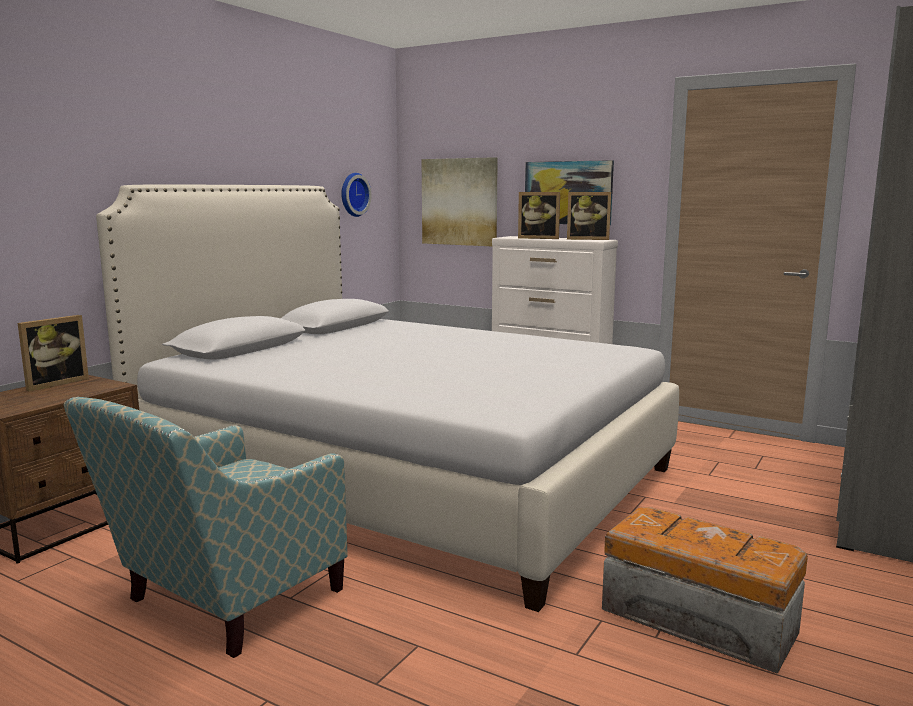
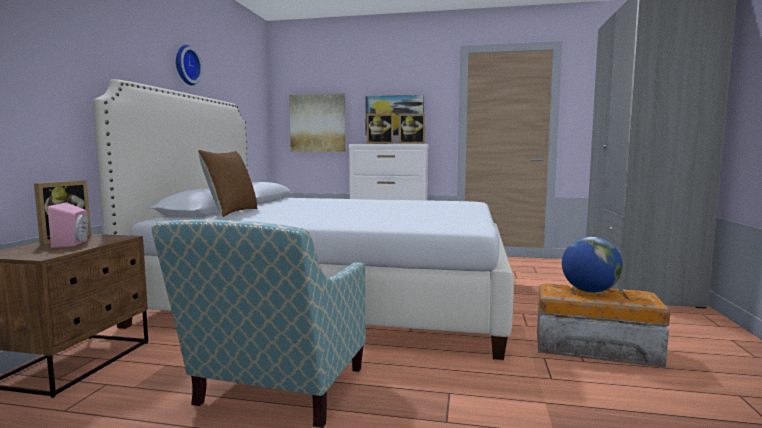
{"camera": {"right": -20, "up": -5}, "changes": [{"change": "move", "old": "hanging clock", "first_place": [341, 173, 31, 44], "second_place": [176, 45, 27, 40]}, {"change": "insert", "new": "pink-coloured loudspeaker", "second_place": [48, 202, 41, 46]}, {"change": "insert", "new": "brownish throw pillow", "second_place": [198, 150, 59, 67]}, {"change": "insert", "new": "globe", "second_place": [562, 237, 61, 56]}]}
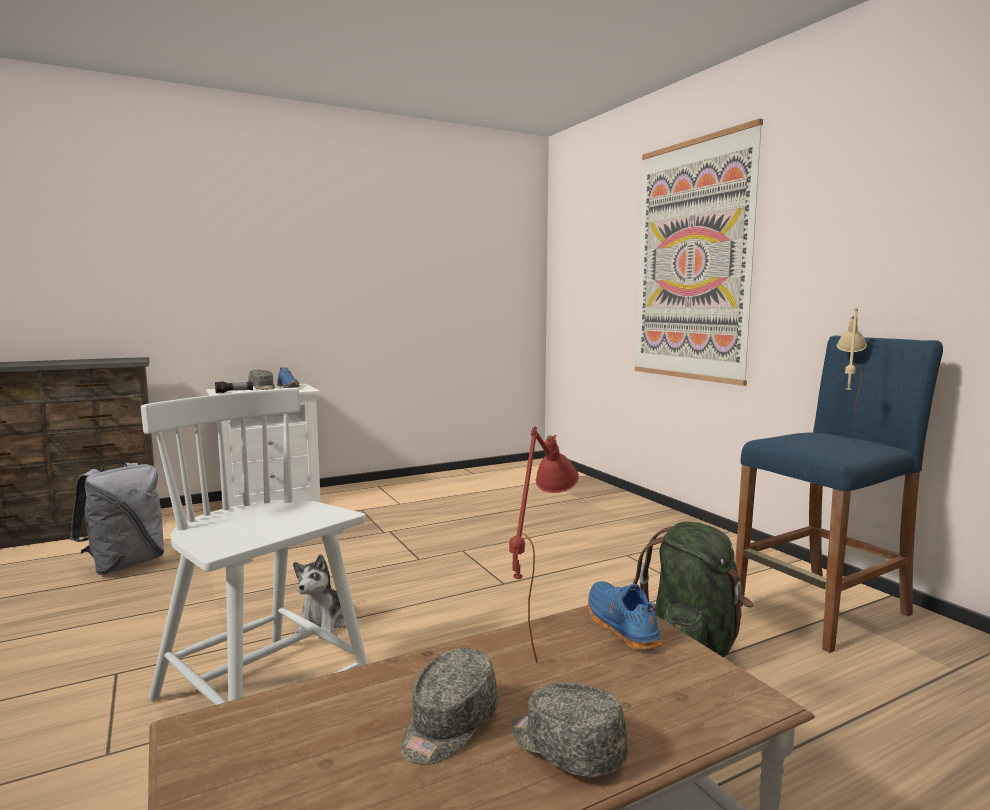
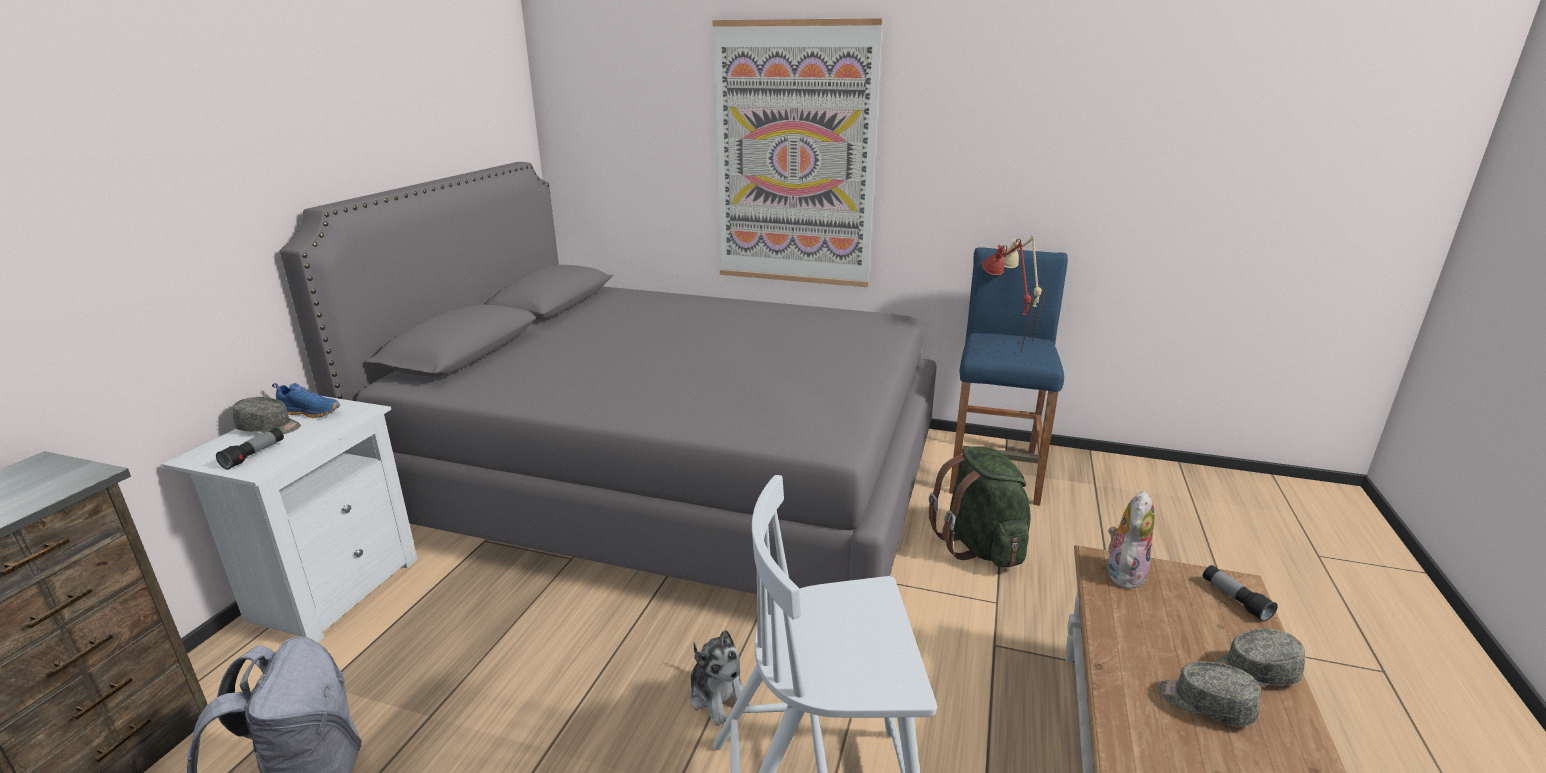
{"camera": {"right": -45, "up": 15}, "changes": [{"change": "rotate", "old": "gray cap", "first_place": [401, 648, 97, 117], "second_place": [1158, 661, 103, 66], "degrees": 135}, {"change": "move", "old": "red table lamp", "first_place": [509, 427, 70, 236], "second_place": [982, 242, 51, 112]}, {"change": "replace", "old": "bluish shoe", "new": "plush toy", "first_place": [588, 581, 74, 68], "second_place": [1108, 490, 47, 99]}, {"change": "insert", "new": "gray bedroom bed", "second_place": [280, 162, 657, 432]}, {"change": "insert", "new": "hand torch", "second_place": [1203, 565, 75, 57]}]}
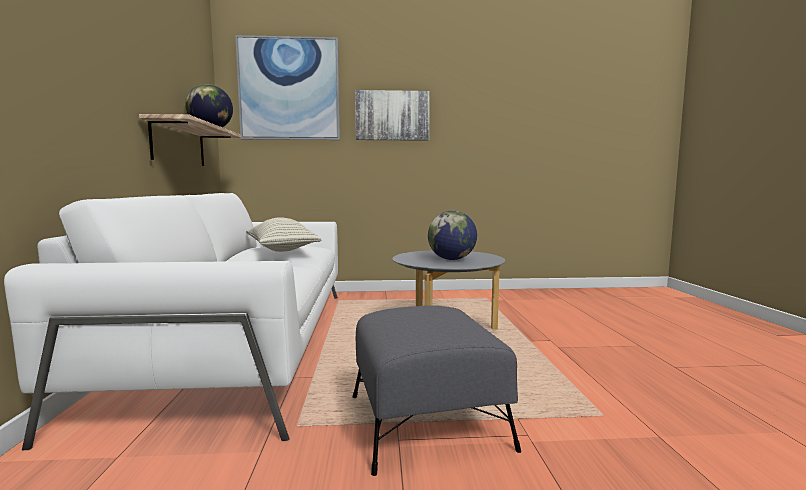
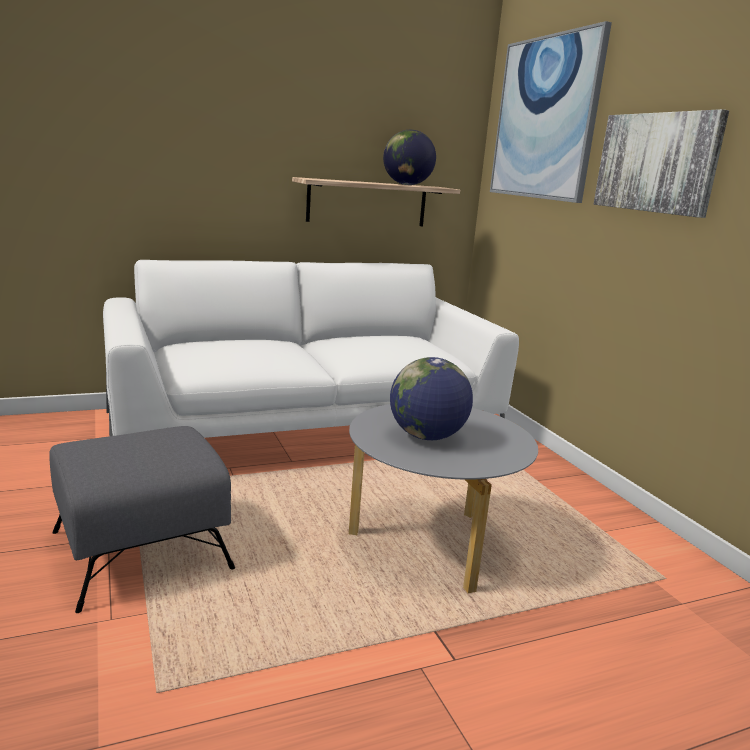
{"camera": {"right": 70, "up": 10}, "changes": [{"change": "delete", "old": "throw pillow", "first_place": [246, 217, 76, 35]}]}
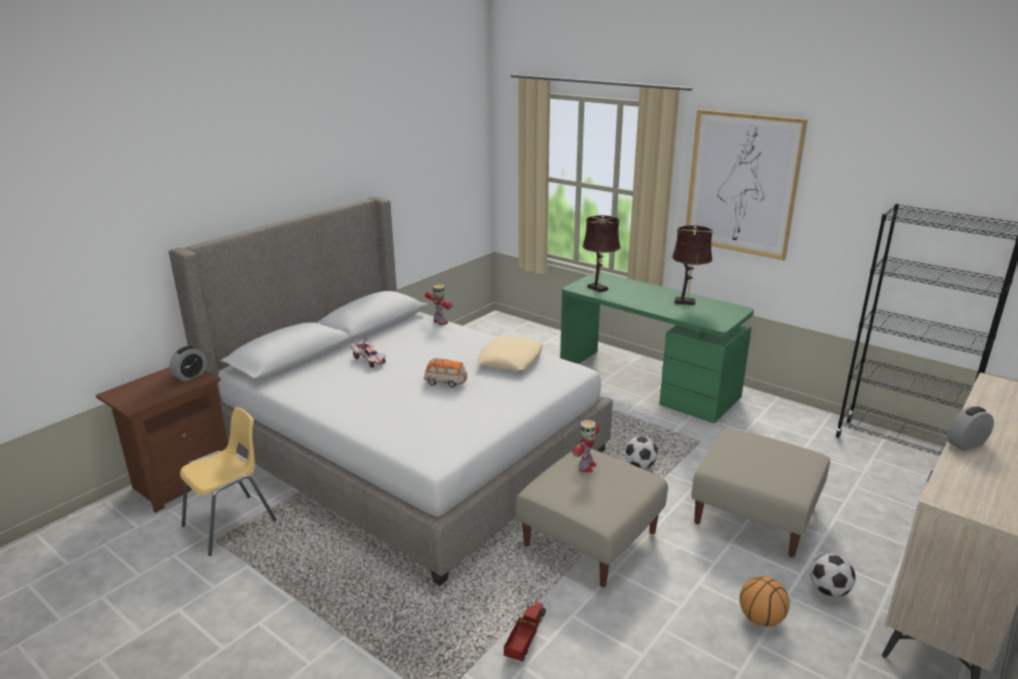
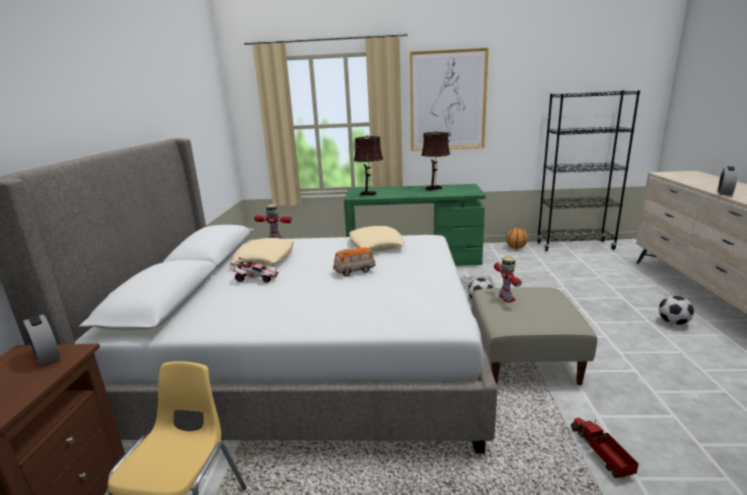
{"camera": {"right": -35, "up": -5}, "changes": [{"change": "rotate", "old": "alarm clock", "first_place": [169, 346, 38, 35], "second_place": [23, 314, 38, 52], "degrees": 135}, {"change": "delete", "old": "beige-coloured pouffe", "first_place": [692, 428, 138, 130]}, {"change": "move", "old": "basketball", "first_place": [740, 576, 50, 50], "second_place": [506, 228, 22, 21]}, {"change": "insert", "new": "beige-coloured throw pillow", "second_place": [231, 238, 62, 28]}]}
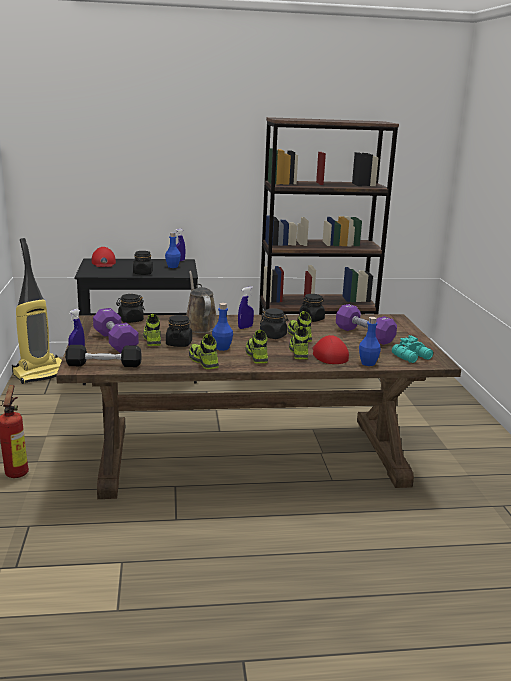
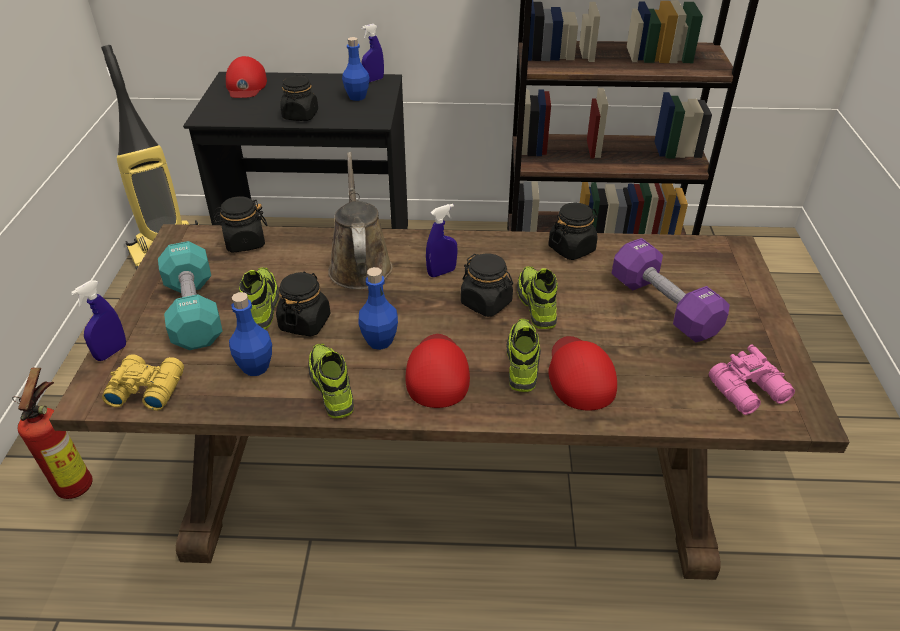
{"camera": {"right": 10, "up": 20}, "changes": [{"change": "replace", "old": "blackish dumbbell", "new": "yellow binoculars", "first_place": [65, 345, 77, 22], "second_place": [102, 354, 82, 57]}, {"change": "recolor", "old": "purplish dumbbell", "new": "blue-green dumbbell", "first_place": [93, 308, 46, 45], "second_place": [158, 241, 64, 109]}, {"change": "replace", "old": "shoe", "new": "red cap", "first_place": [245, 330, 23, 34], "second_place": [406, 334, 64, 74]}, {"change": "move", "old": "bluish beverage bottle", "first_place": [359, 317, 22, 49], "second_place": [229, 292, 43, 84]}, {"change": "recolor", "old": "blue-green binoculars", "new": "pink-coloured binoculars", "first_place": [392, 335, 41, 28], "second_place": [709, 344, 86, 71]}]}
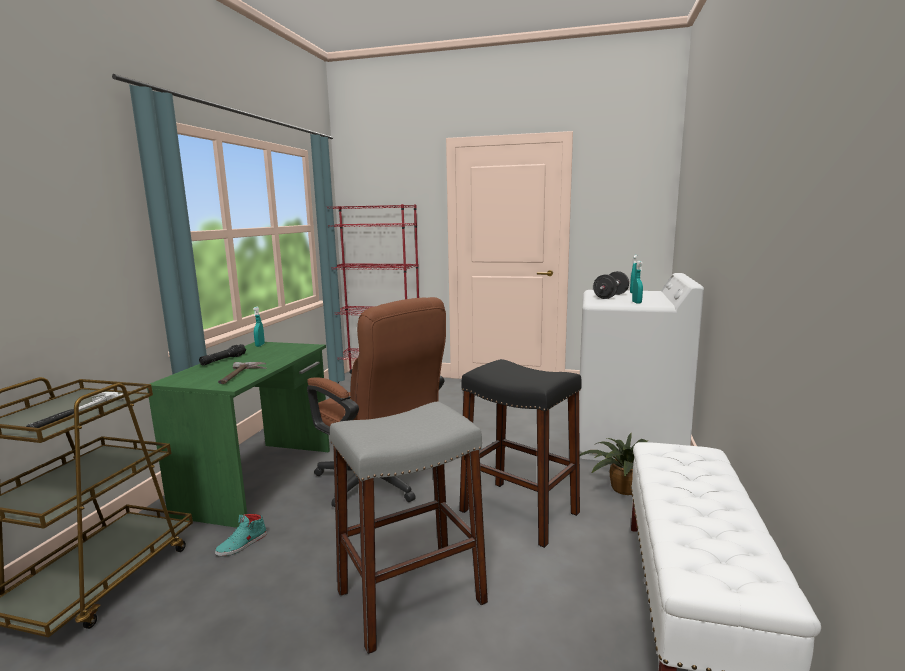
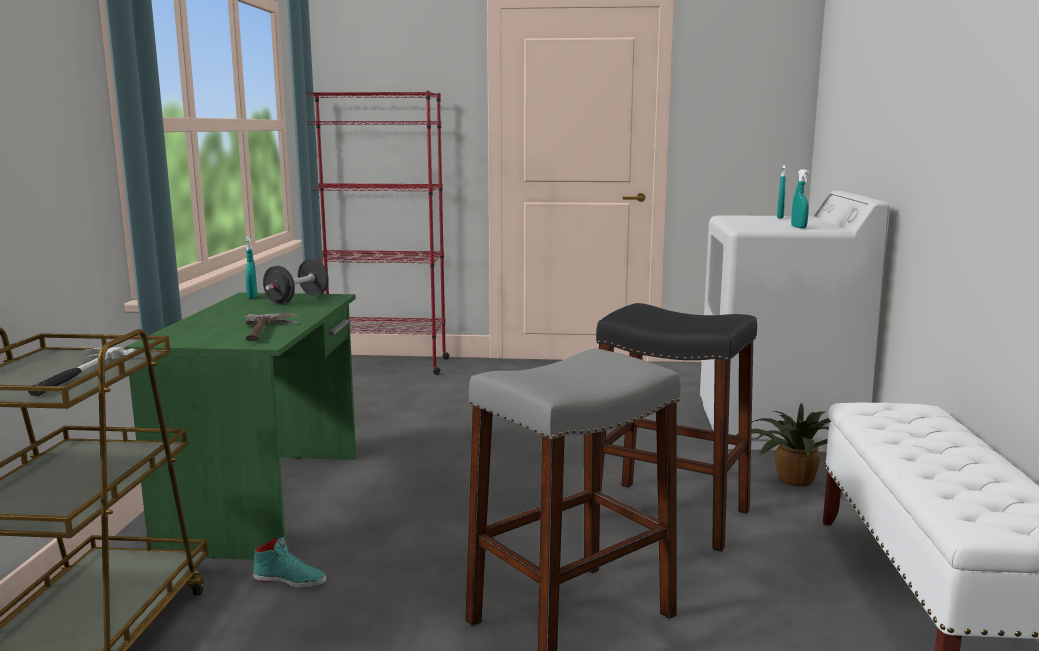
{"camera": {"right": -10, "up": 0}, "changes": [{"change": "delete", "old": "blackish hand torch", "first_place": [199, 344, 47, 22]}, {"change": "rotate", "old": "blue-green shoe", "first_place": [215, 514, 52, 42], "second_place": [253, 536, 73, 52], "degrees": -105}, {"change": "delete", "old": "brownish desk chair", "first_place": [307, 297, 139, 210]}, {"change": "move", "old": "blackish dumbbell", "first_place": [593, 271, 36, 28], "second_place": [263, 259, 66, 45]}]}
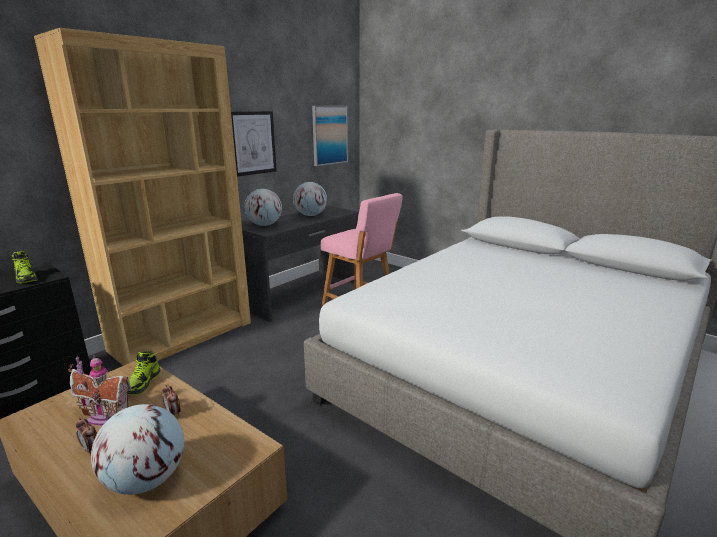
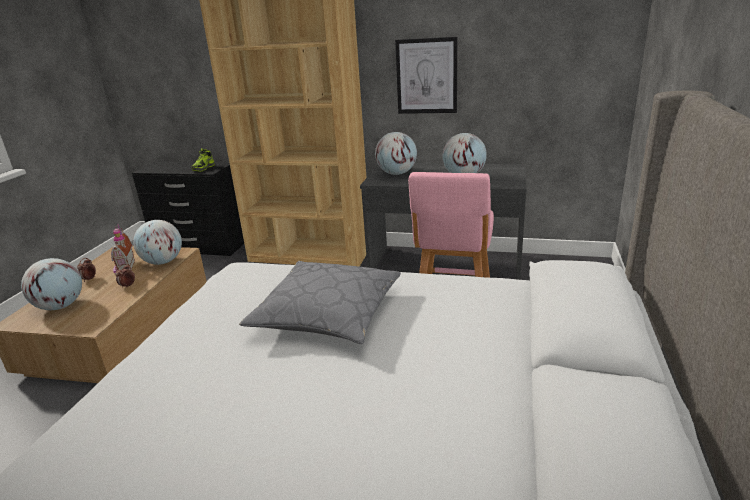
{"camera": {"right": 65, "up": 5}, "changes": [{"change": "replace", "old": "shoe", "new": "globe", "first_place": [128, 351, 33, 44], "second_place": [133, 220, 49, 45]}, {"change": "delete", "old": "wall art", "first_place": [312, 106, 36, 60]}, {"change": "insert", "new": "gray throw pillow", "second_place": [240, 261, 161, 83]}]}
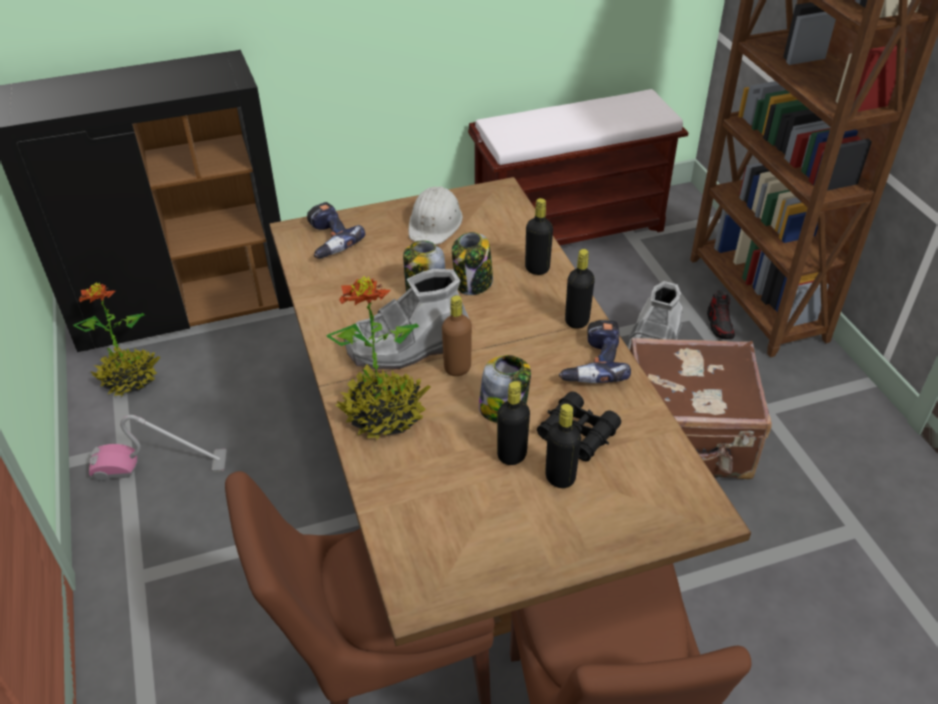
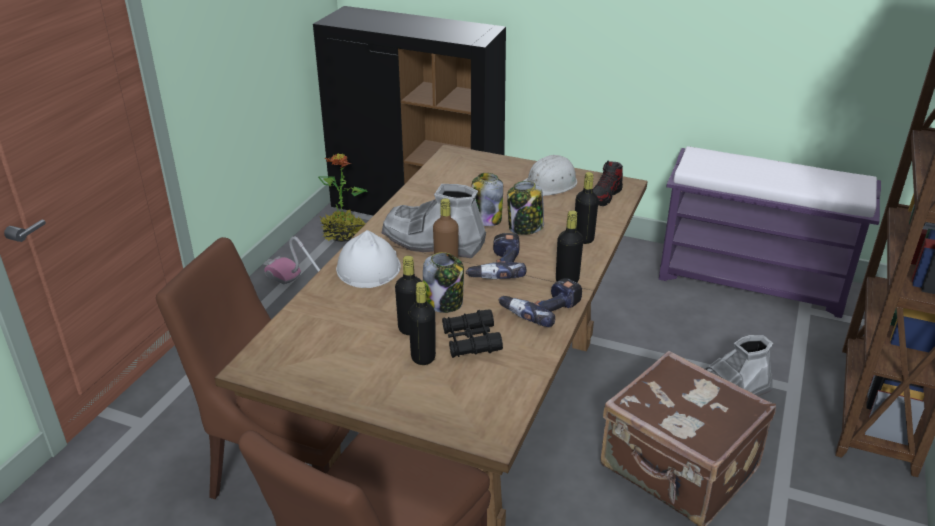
{"camera": {"right": 40, "up": -10}, "changes": [{"change": "move", "old": "power drill", "first_place": [307, 202, 58, 57], "second_place": [466, 233, 60, 46]}, {"change": "replace", "old": "potted plant", "new": "white work helmet", "first_place": [326, 276, 104, 164], "second_place": [336, 230, 65, 58]}, {"change": "recolor", "old": "brownish bench", "new": "purplish bench", "first_place": [468, 89, 221, 157], "second_place": [659, 146, 222, 172]}, {"change": "move", "old": "shoe", "first_place": [707, 291, 28, 48], "second_place": [593, 161, 30, 45]}]}
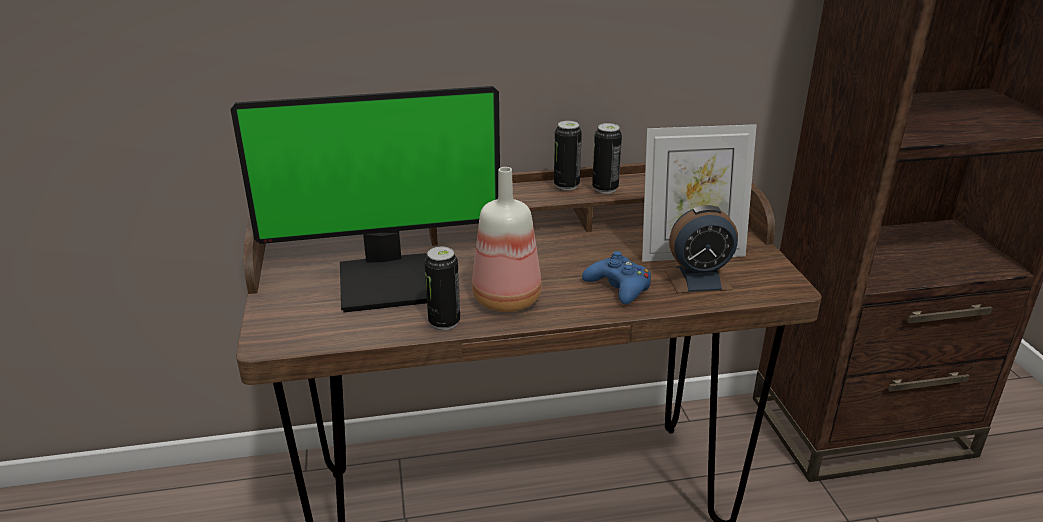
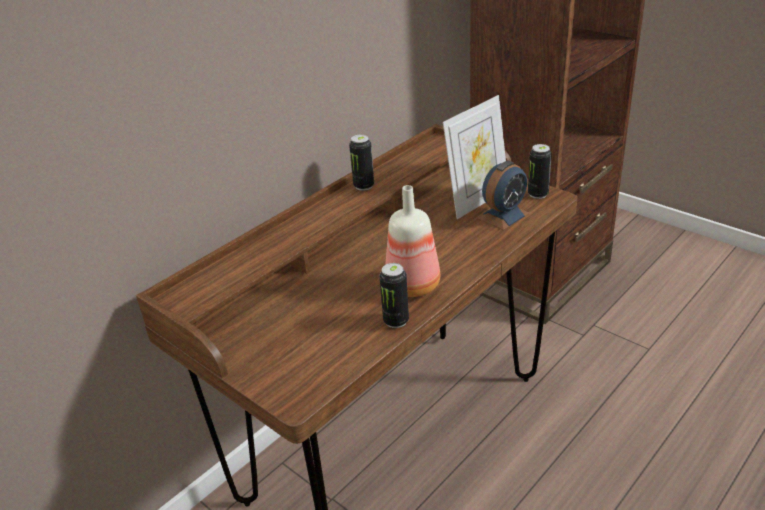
{"camera": {"right": -35, "up": 5}, "changes": [{"change": "delete", "old": "monitor", "first_place": [231, 86, 269, 226]}, {"change": "delete", "old": "bluish joypad", "first_place": [582, 251, 69, 53]}, {"change": "move", "old": "can", "first_place": [592, 123, 30, 71], "second_place": [528, 144, 24, 55]}]}
